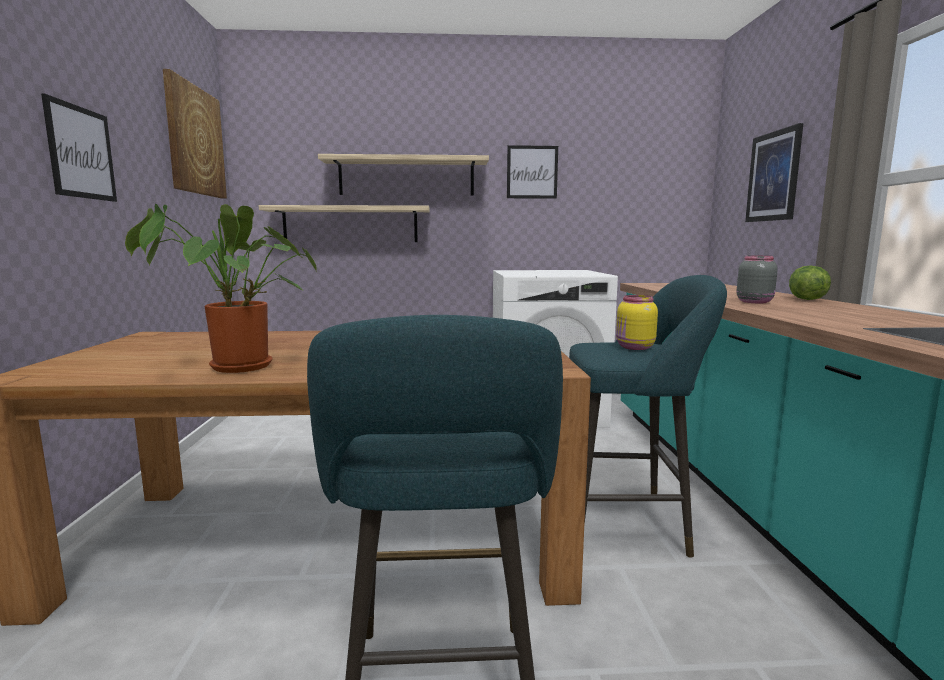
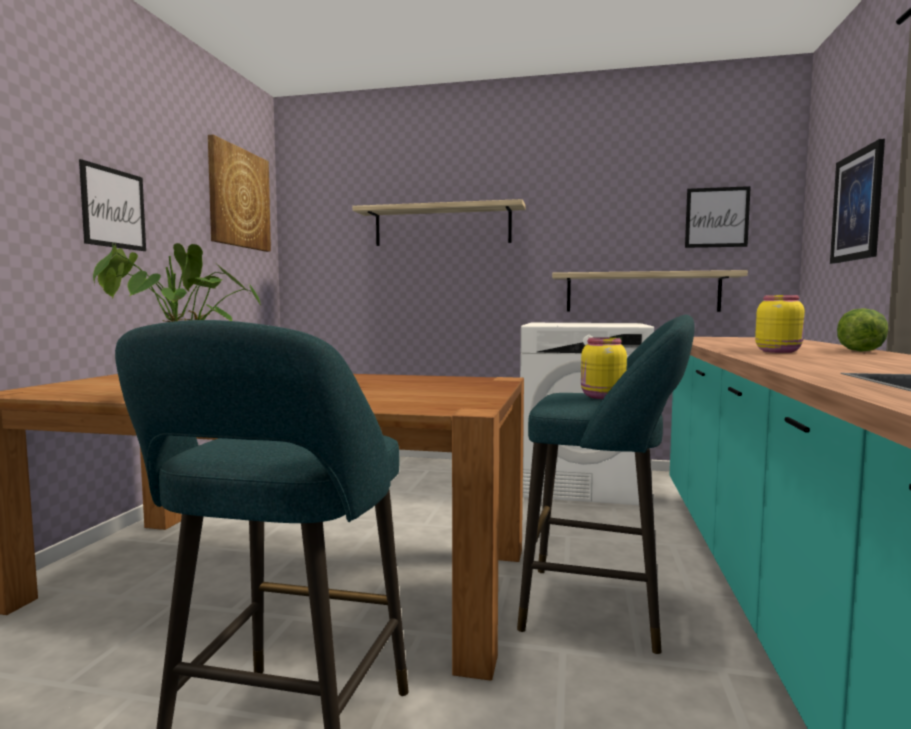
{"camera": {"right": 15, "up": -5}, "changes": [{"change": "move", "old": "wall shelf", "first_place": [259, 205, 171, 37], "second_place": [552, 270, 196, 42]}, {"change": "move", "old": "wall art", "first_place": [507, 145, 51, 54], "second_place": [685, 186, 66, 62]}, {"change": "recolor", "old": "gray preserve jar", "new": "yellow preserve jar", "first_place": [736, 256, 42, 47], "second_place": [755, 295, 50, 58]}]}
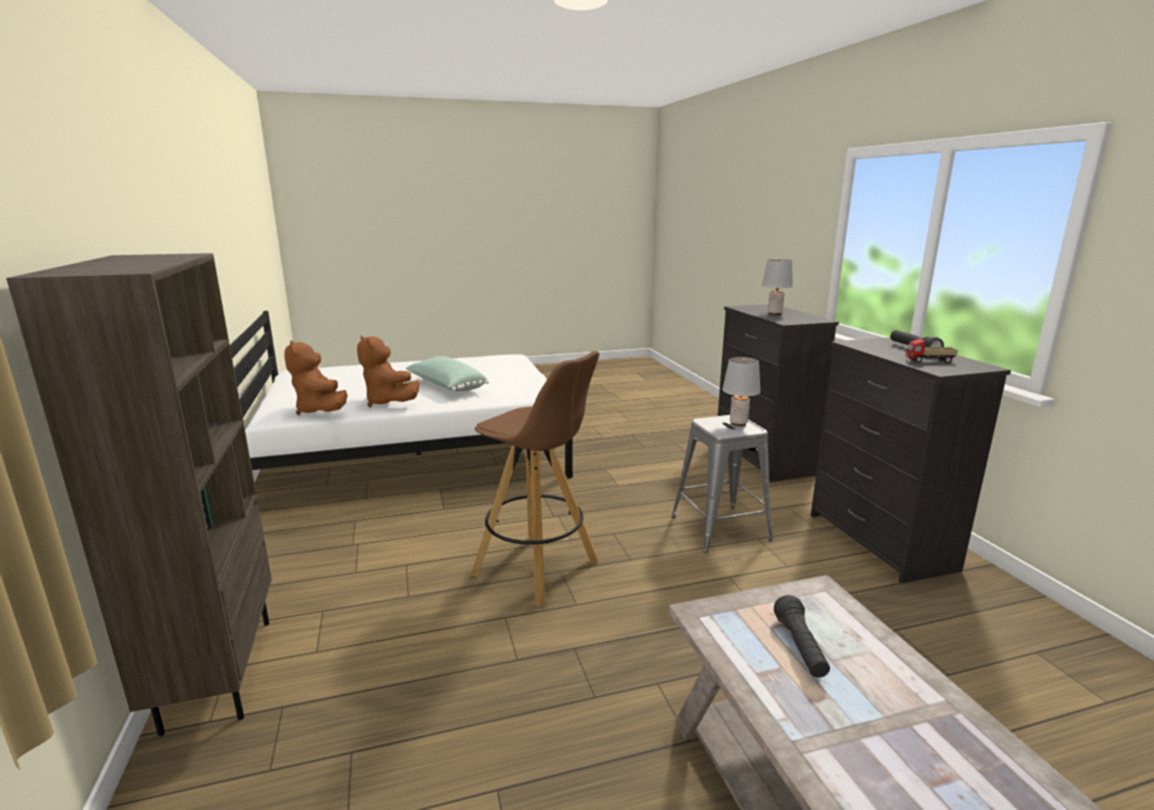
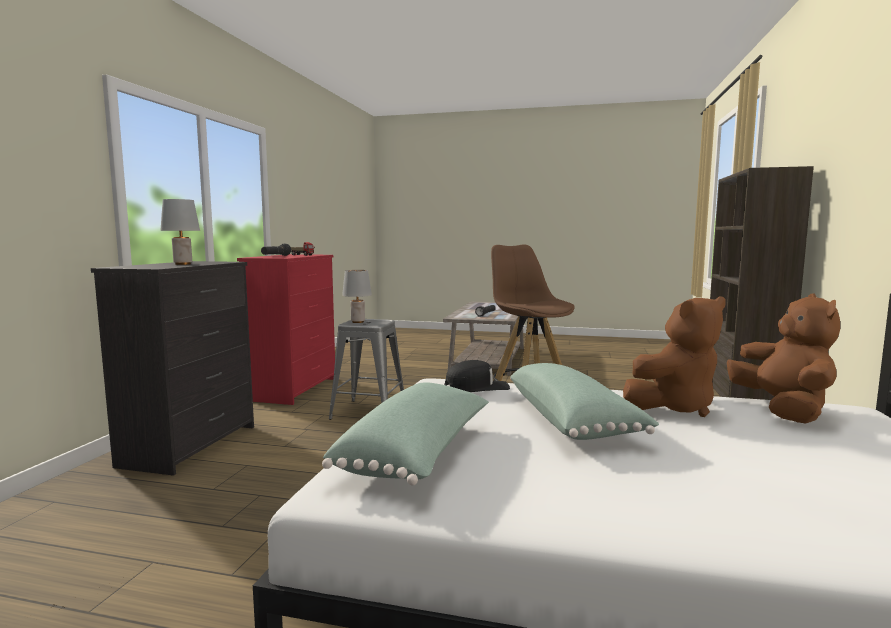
{"camera": {"right": -150, "up": -10}, "changes": [{"change": "rotate", "old": "brownish plush toy", "first_place": [357, 335, 63, 72], "second_place": [623, 296, 103, 121], "degrees": 75}, {"change": "recolor", "old": "blackish chest of drawers", "new": "red chest of drawers", "first_place": [811, 337, 200, 246], "second_place": [237, 254, 98, 151]}, {"change": "insert", "new": "green-coloured throw pillow", "second_place": [322, 382, 167, 104]}, {"change": "insert", "new": "blackish cap", "second_place": [444, 360, 66, 32]}]}
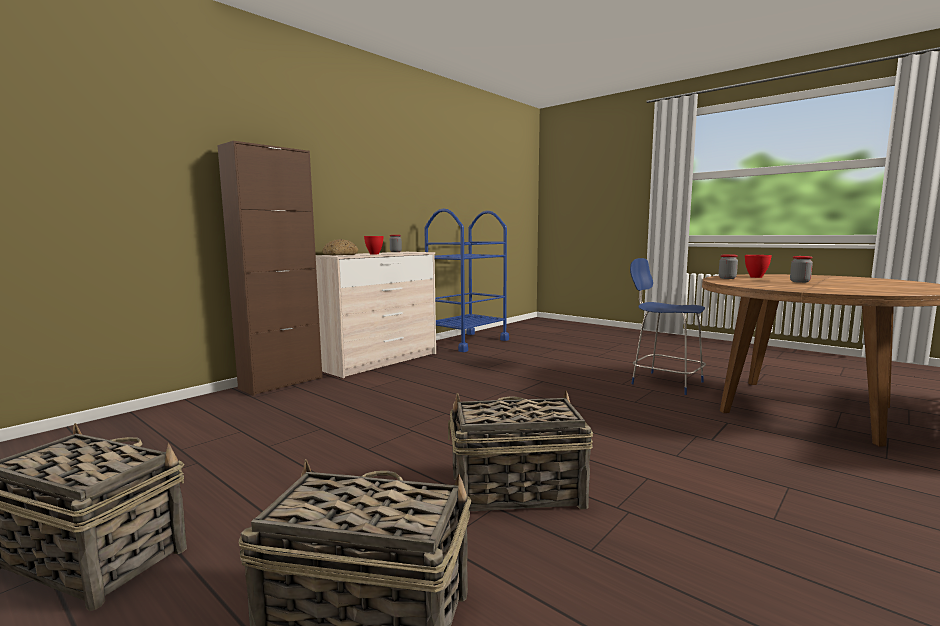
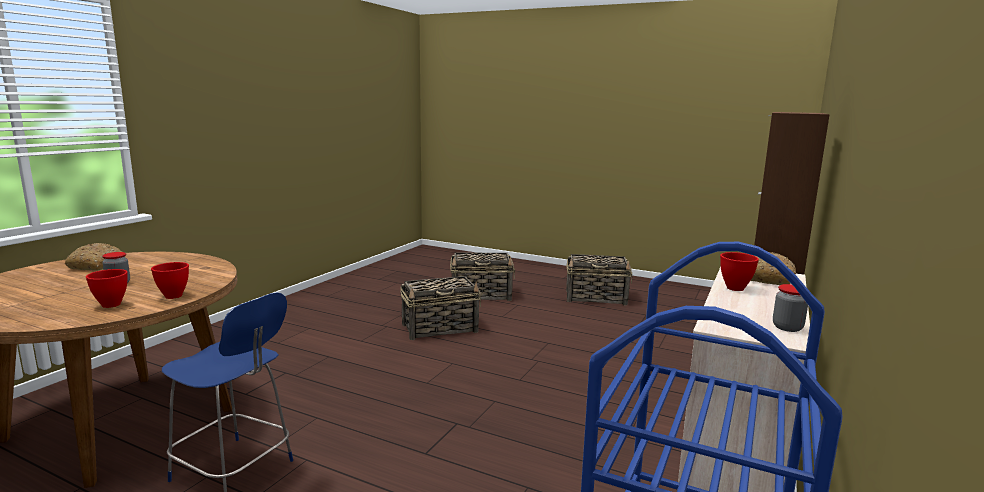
{"camera": {"right": 165, "up": 5}, "changes": [{"change": "replace", "old": "preserve jar", "new": "red deep dish", "first_place": [719, 254, 19, 25], "second_place": [151, 262, 38, 37]}, {"change": "insert", "new": "baked bread", "second_place": [65, 243, 57, 28]}]}
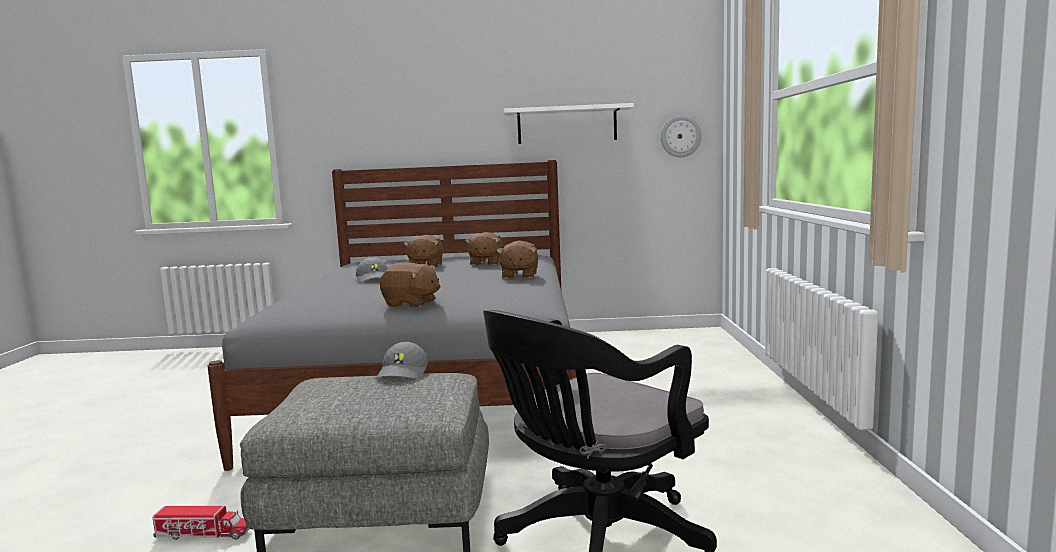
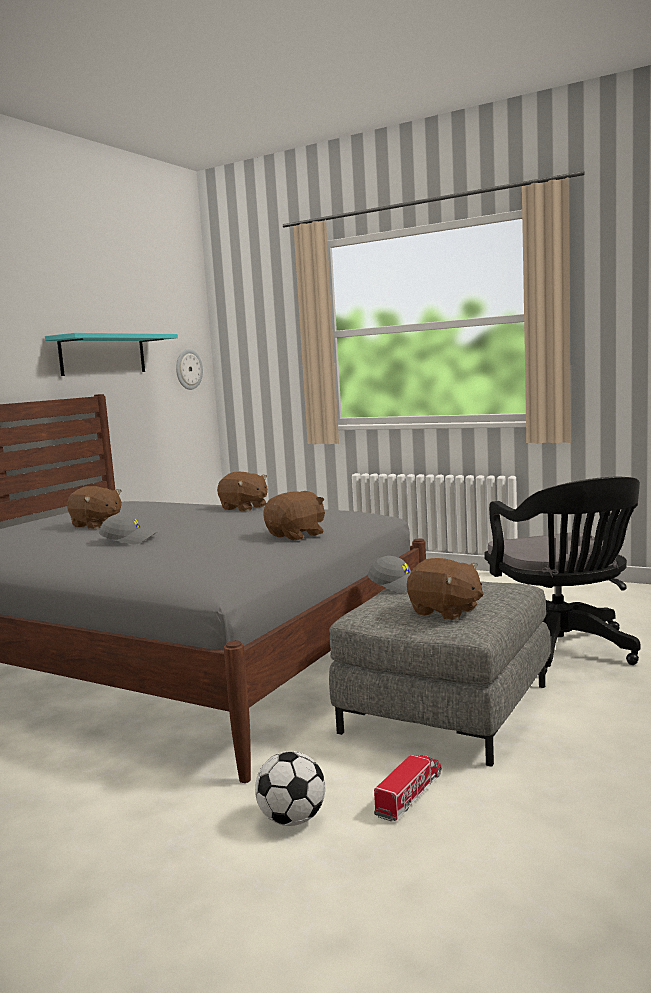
{"camera": {"right": -60, "up": 0}, "changes": [{"change": "move", "old": "brownish plush toy", "first_place": [465, 232, 38, 34], "second_place": [407, 558, 77, 62]}, {"change": "recolor", "old": "white wall shelf", "new": "blue-green wall shelf", "first_place": [504, 103, 130, 41], "second_place": [45, 333, 133, 43]}, {"change": "insert", "new": "football ball", "second_place": [255, 751, 70, 75]}]}
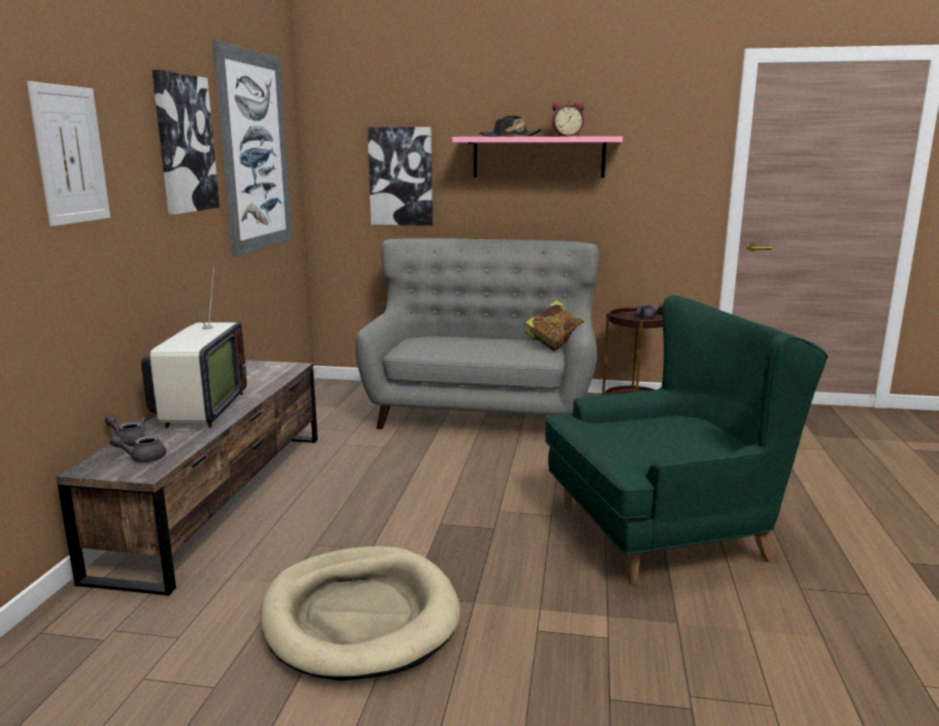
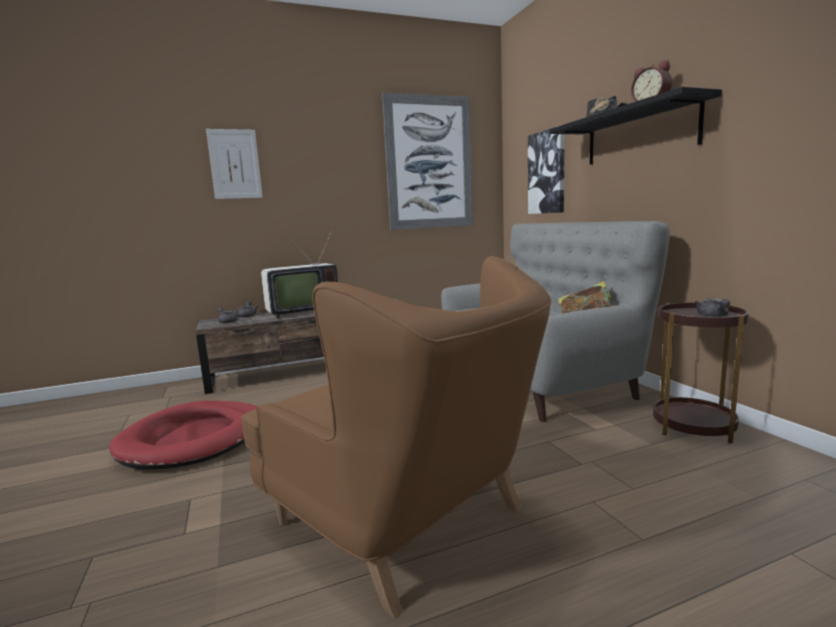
{"camera": {"right": 60, "up": -5}, "changes": [{"change": "delete", "old": "wall art", "first_place": [152, 70, 68, 144]}, {"change": "recolor", "old": "beige-coloured dog cushion", "new": "red dog cushion", "first_place": [260, 546, 200, 135], "second_place": [109, 401, 148, 69]}, {"change": "recolor", "old": "pink-coloured wall shelf", "new": "blackish wall shelf", "first_place": [452, 137, 171, 41], "second_place": [550, 87, 172, 78]}, {"change": "recolor", "old": "green-coloured easy chair", "new": "brownish easy chair", "first_place": [545, 295, 283, 290], "second_place": [241, 256, 310, 363]}]}
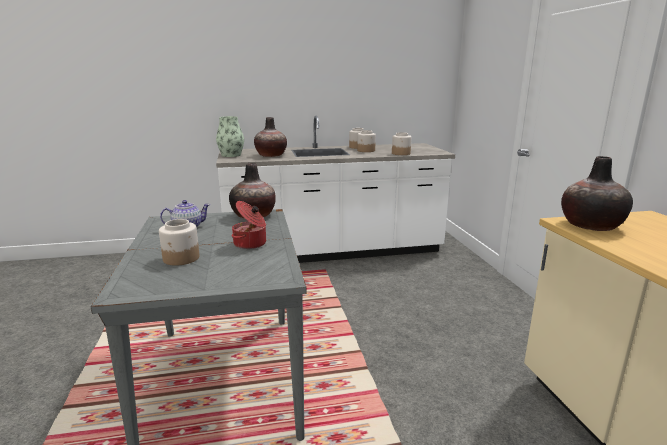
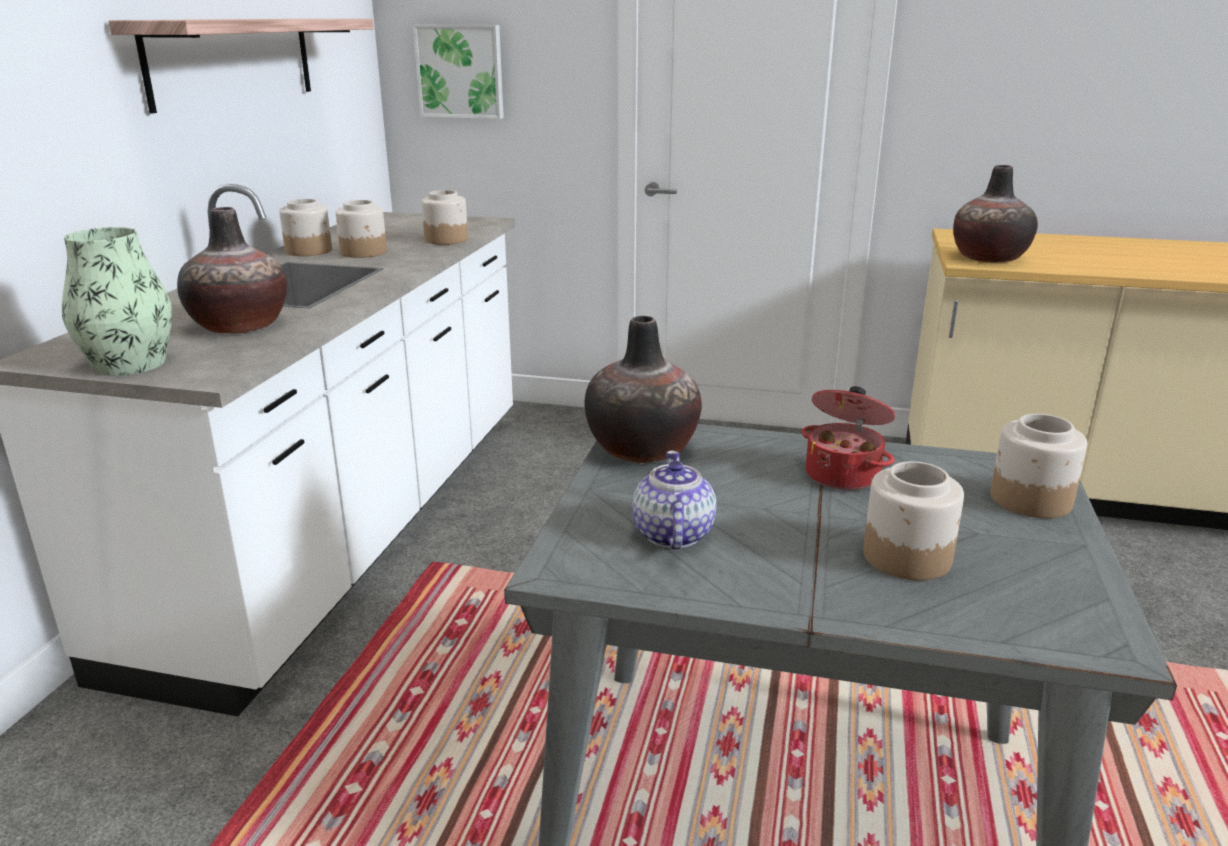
{"camera": {"right": -65, "up": 5}, "changes": [{"change": "insert", "new": "wall shelf", "second_place": [108, 19, 266, 95]}, {"change": "insert", "new": "wall art", "second_place": [413, 25, 91, 94]}, {"change": "insert", "new": "preserve jar", "second_place": [990, 414, 97, 104]}]}
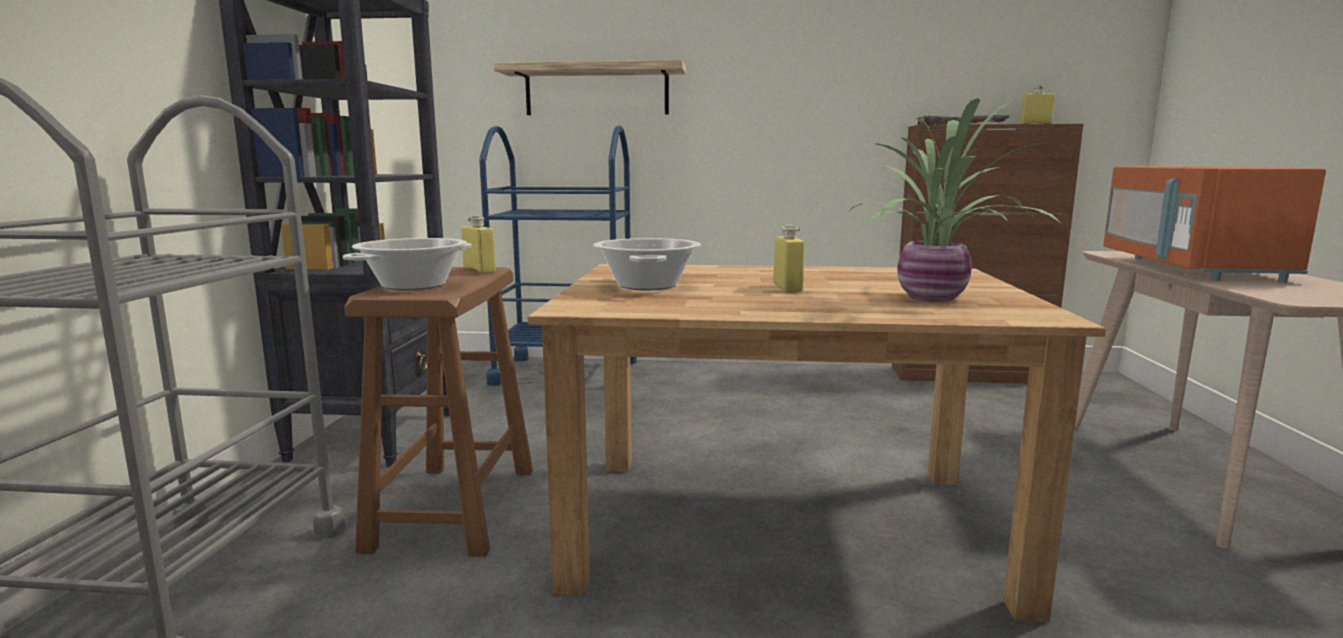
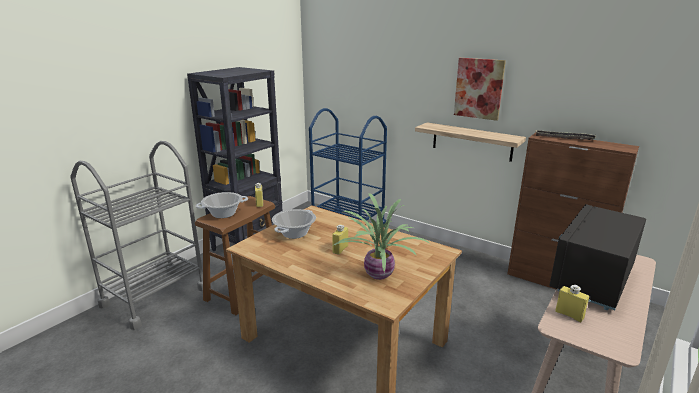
{"camera": {"right": 30, "up": 10}, "changes": [{"change": "move", "old": "wall shelf", "first_place": [494, 60, 192, 55], "second_place": [415, 123, 111, 39]}, {"change": "move", "old": "yellow beverage bottle", "first_place": [1020, 85, 35, 39], "second_place": [555, 285, 34, 37]}, {"change": "recolor", "old": "orange microwave", "new": "blackish microwave", "first_place": [1103, 166, 223, 116], "second_place": [549, 204, 97, 106]}, {"change": "insert", "new": "wall art", "second_place": [454, 58, 52, 63]}]}
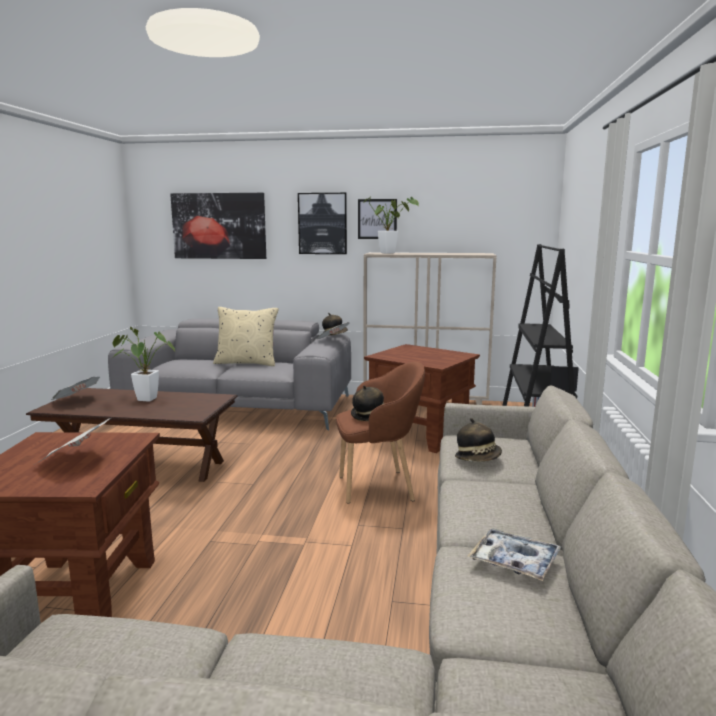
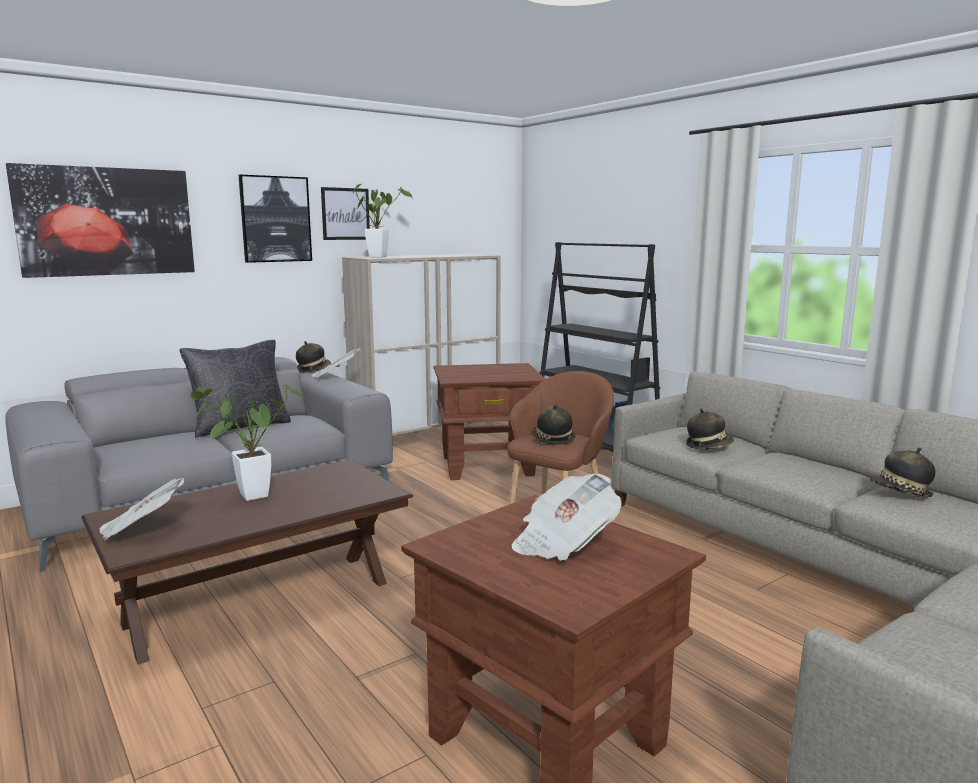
{"camera": {"right": -45, "up": 0}, "changes": [{"change": "recolor", "old": "beige-coloured throw pillow", "new": "blackish throw pillow", "first_place": [213, 307, 66, 59], "second_place": [180, 340, 111, 97]}, {"change": "replace", "old": "carrying tray", "new": "wearable hat", "first_place": [467, 528, 94, 53], "second_place": [870, 447, 65, 51]}]}
